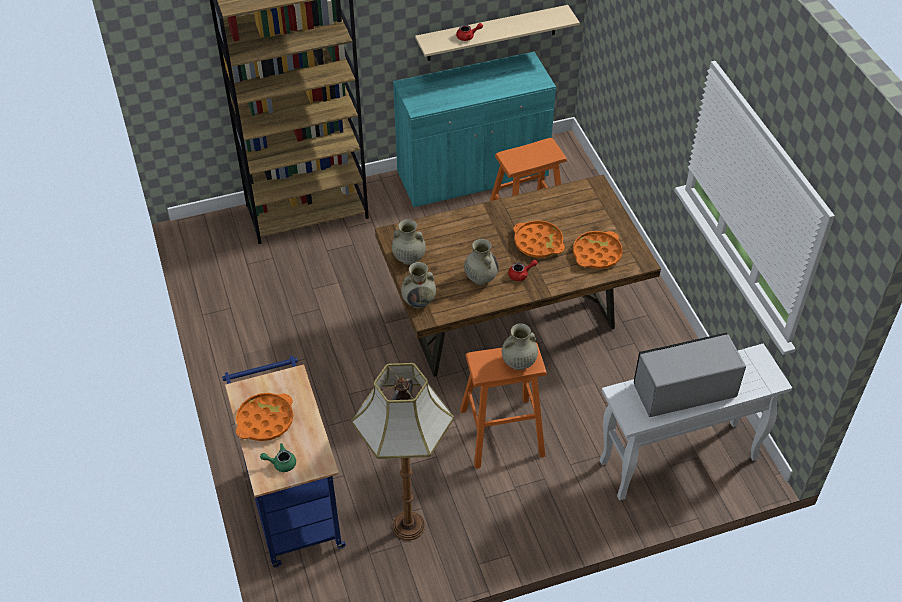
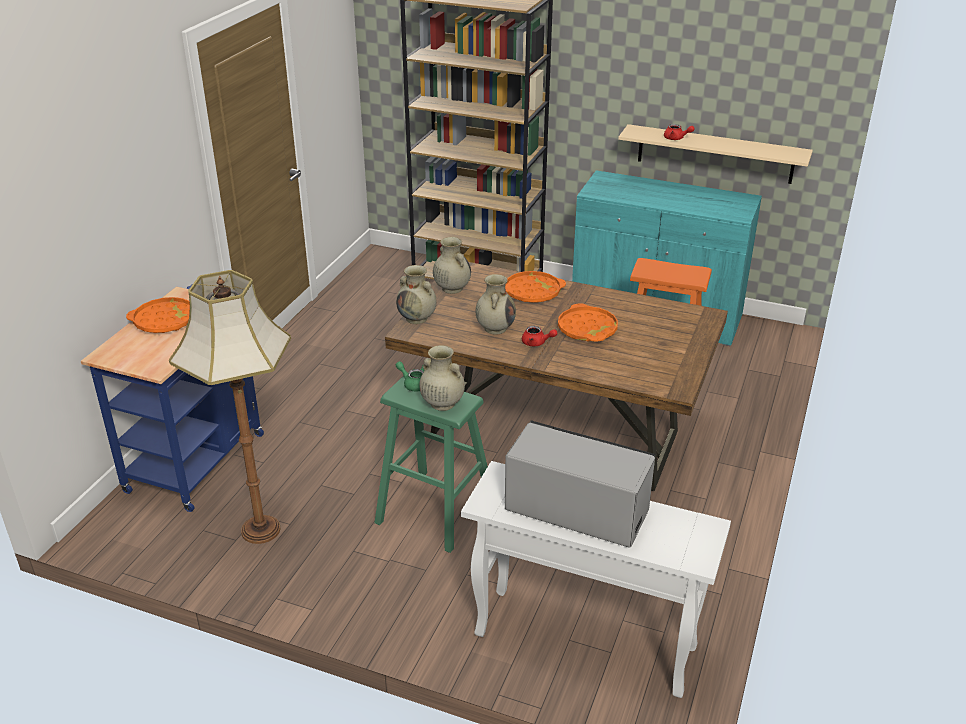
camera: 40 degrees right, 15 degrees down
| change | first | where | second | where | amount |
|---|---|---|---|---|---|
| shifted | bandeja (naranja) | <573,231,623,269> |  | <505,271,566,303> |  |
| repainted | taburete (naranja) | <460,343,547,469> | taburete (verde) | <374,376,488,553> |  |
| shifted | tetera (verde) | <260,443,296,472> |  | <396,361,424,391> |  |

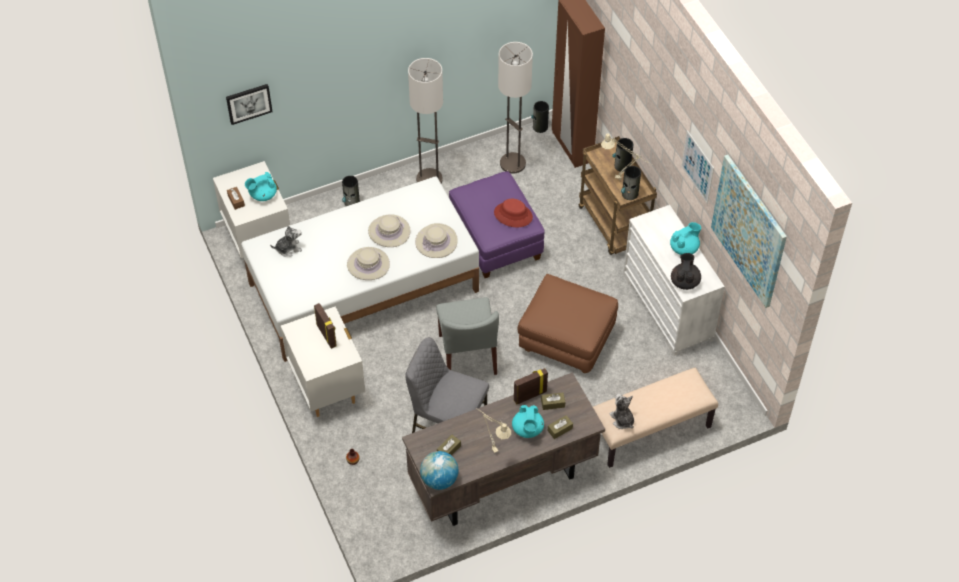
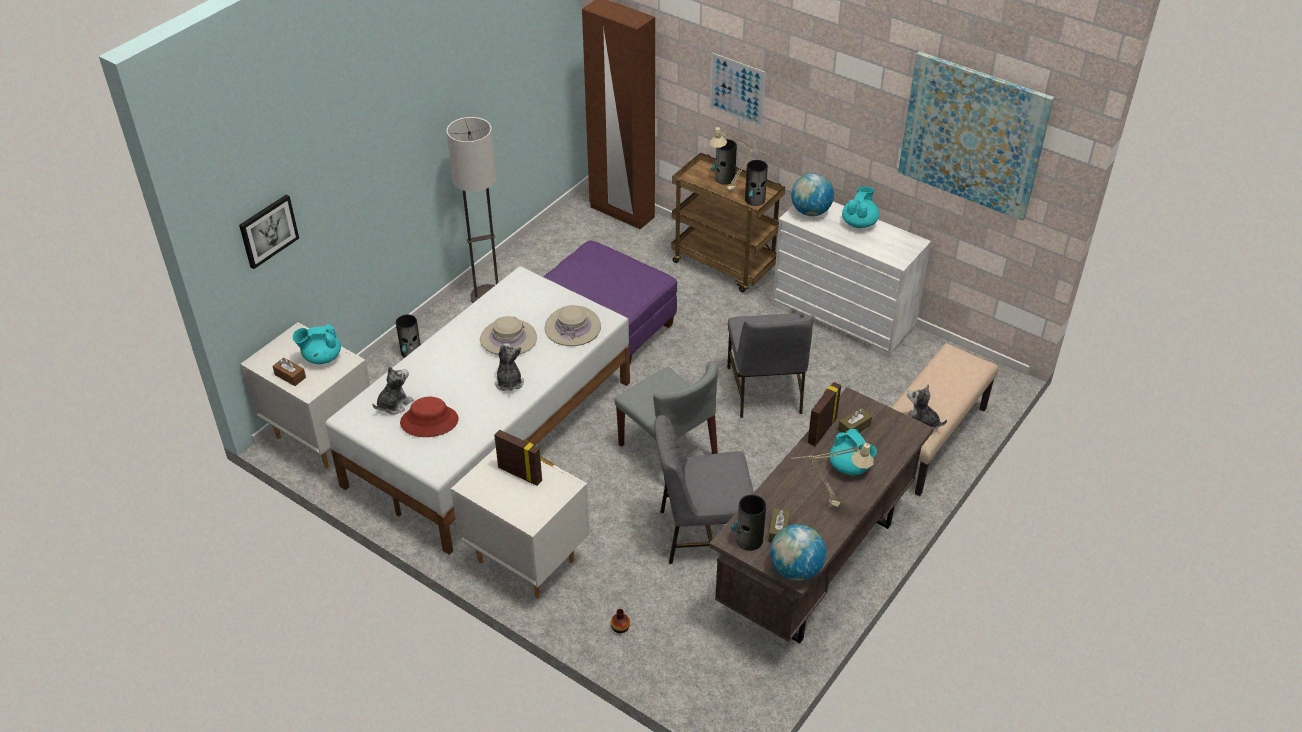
camera: 30 degrees left, 10 degrees down
| change | first | where | second | where | amount |
|---|---|---|---|---|---|
| gone | lámpara de pie | <498,42,533,173> |  |  |  |
| shifted | florero | <531,101,549,133> |  | <731,495,766,551> |  |
| shifted | cuadro | <681,130,714,204> |  | <709,52,766,128> |  |
| rotated | tetera (turquesa) | <245,172,277,201> |  | <292,324,341,364> | 45 degrees clockwise |
| shifted | sombrero (rojo) | <494,199,533,227> |  | <400,397,459,437> |  |
| swapped | sombrero (beis) | <347,247,390,280> | peluche | <495,343,524,391> |  |
| gone | tetera (negro) | <671,253,701,290> |  |  |  |
| swapped | puf (marrón) | <517,274,618,373> | silla (gris) | <727,314,814,418> |  |
| gone | caja de pañuelos (marrón) | <548,415,573,439> |  |  |  |
| new |  |  | globo terráqueo | <791,173,834,216> |  |

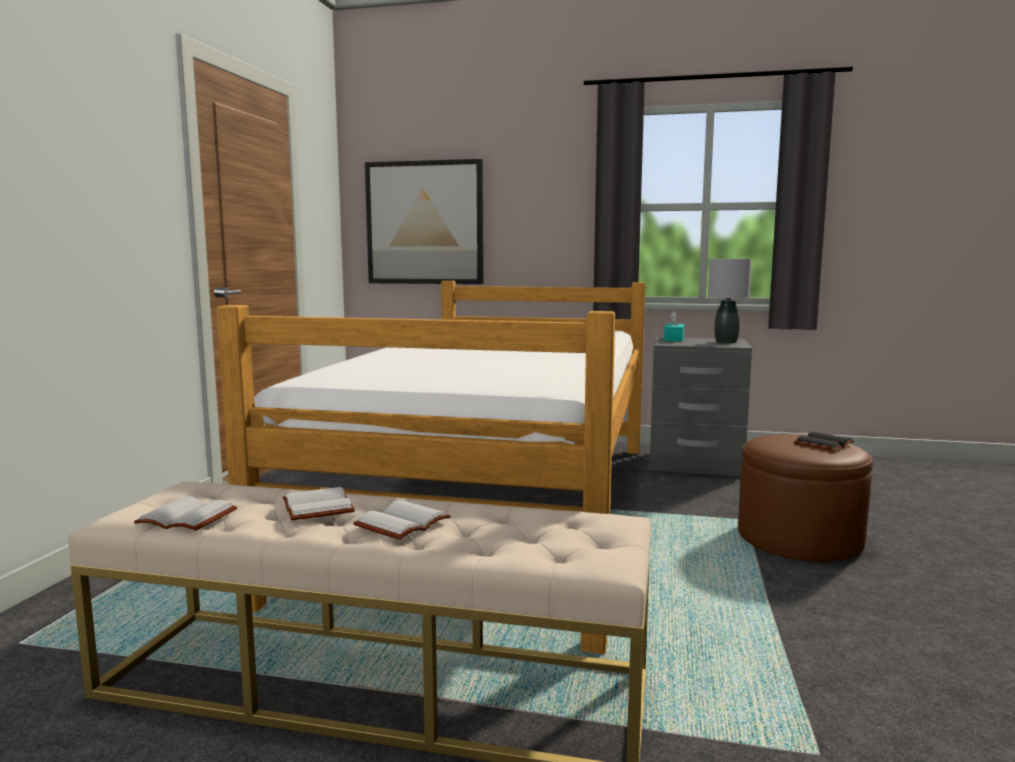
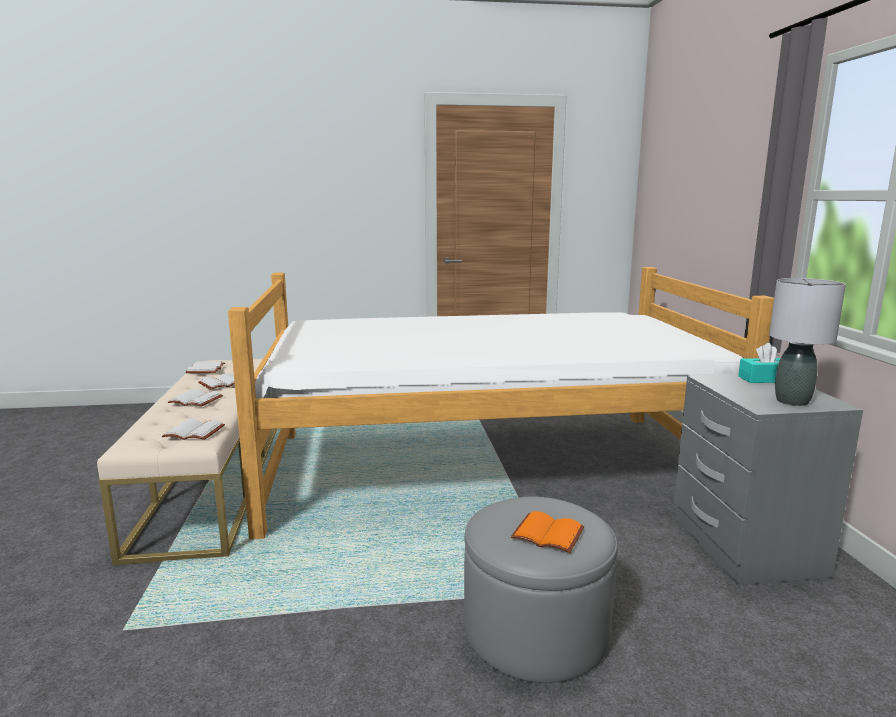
camera: 70 degrees right, 5 degrees up
| change | first | where | second | where | amount |
|---|---|---|---|---|---|
| gone | cuadro | <365,159,484,284> |  |  |  |
| repainted | libro (negro) | <794,432,854,451> | libro (naranja) | <511,511,585,553> |  |
| repainted | puf (marrón) | <738,434,873,562> | puf (gris) | <464,496,618,683> |  |
| new |  |  | libro (blanco) | <162,419,225,440> |  |

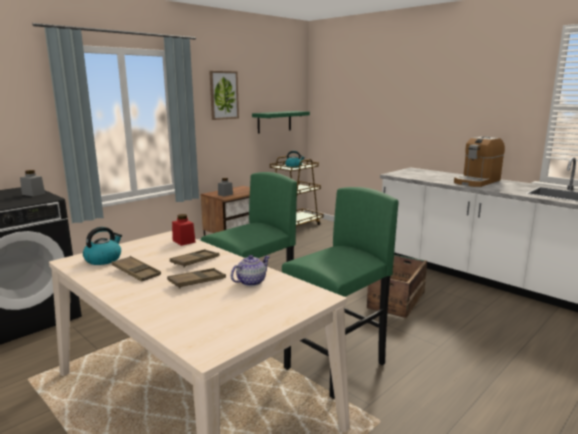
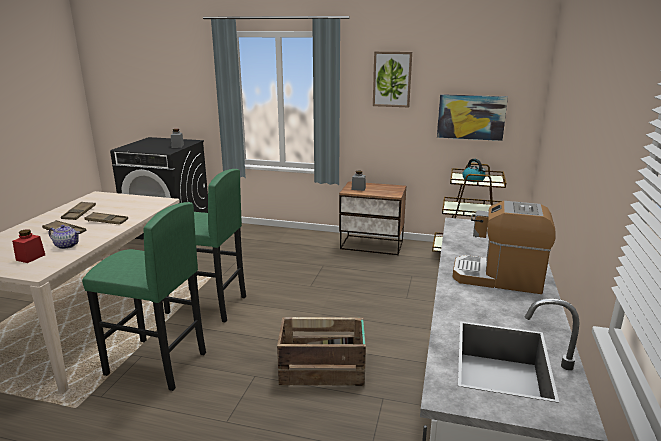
camera: 60 degrees right, 5 degrees up
| change | first | where | second | where | amount |
|---|---|---|---|---|---|
| swapped | estante (verde) | <252,111,310,134> | cuadro | <437,94,508,141> |  |
| shifted | tarro (rojo) | <172,214,196,246> |  | <12,229,45,263> |  |
| gone | hervidor | <83,227,122,265> |  |  |  |

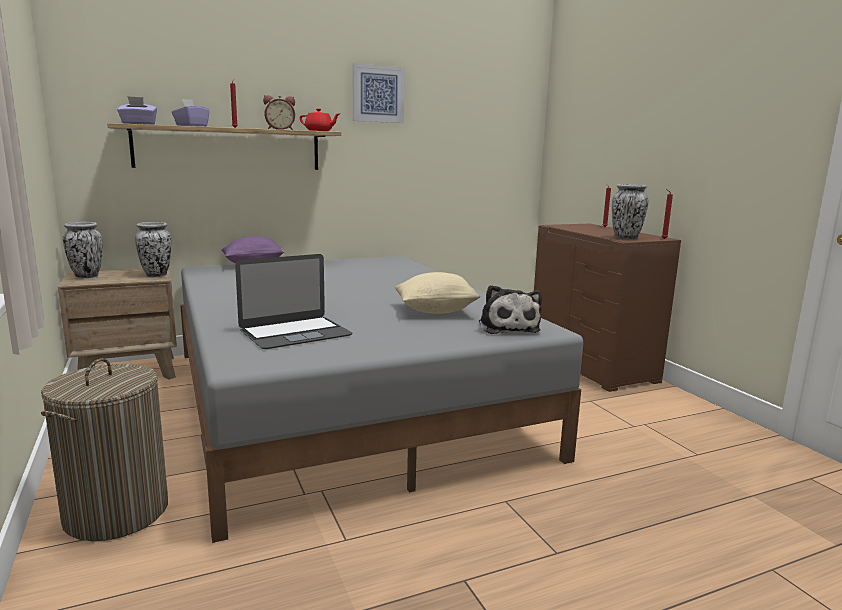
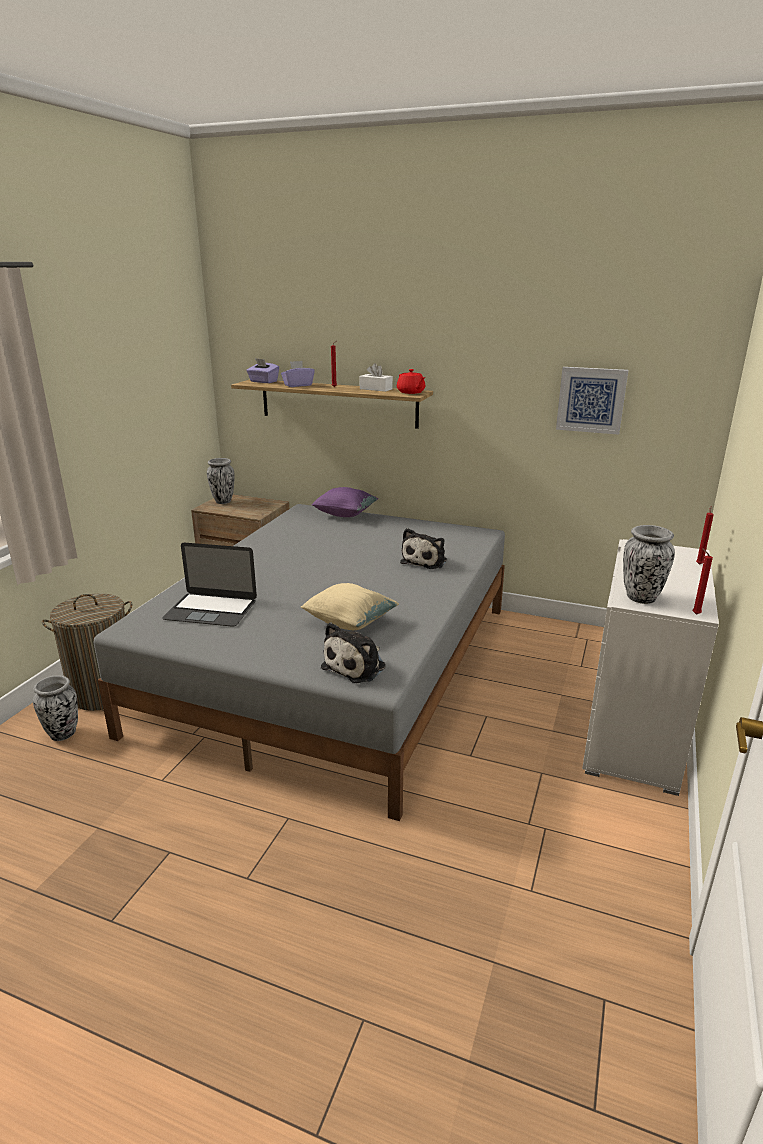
camera: 45 degrees right, 10 degrees up
| change | first | where | second | where | amount |
|---|---|---|---|---|---|
| shifted | cuadro | <353,63,405,123> |  | <556,367,628,435> |  |
| swapped | despertador | <263,95,295,130> | caja de pañuelos (blanco) | <360,363,393,392> |  |
| shifted | florero | <135,222,171,277> |  | <33,675,78,741> |  |
| repainted | cómoda (marrón) | <534,224,681,392> | cómoda (blanco) | <582,539,719,796> |  |
| new |  |  | peluche | <400,528,447,569> |  |

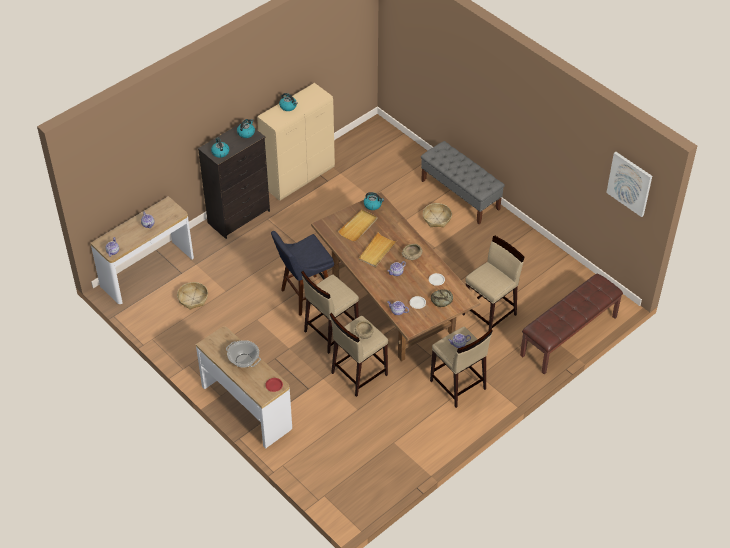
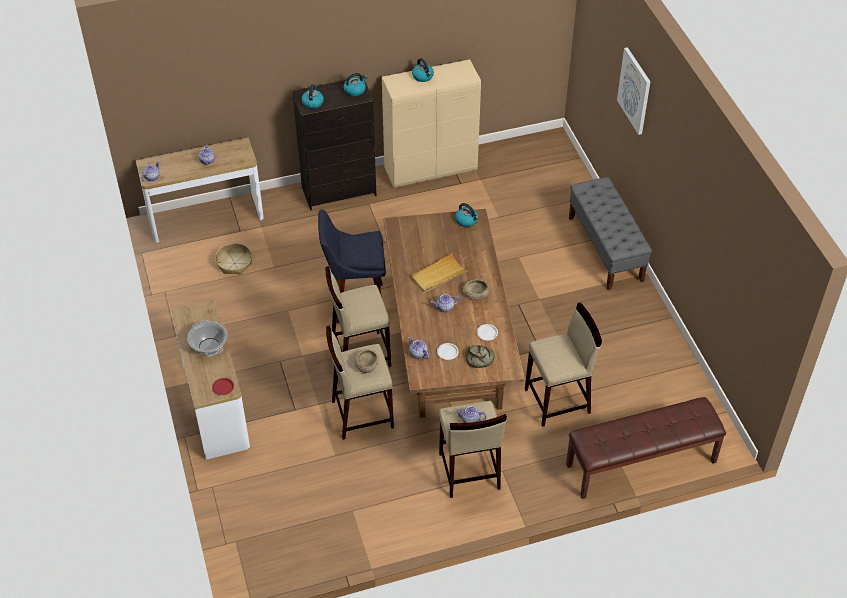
camera: 25 degrees right, 0 degrees up
| change | first | where | second | where | amount |
|---|---|---|---|---|---|
| shifted | cuadro | <606,152,652,217> |  | <617,47,650,135> |  |
| gone | cesta | <423,203,452,228> |  |  |  |
| gone | bandeja (beis) | <338,209,377,241> |  |  |  |

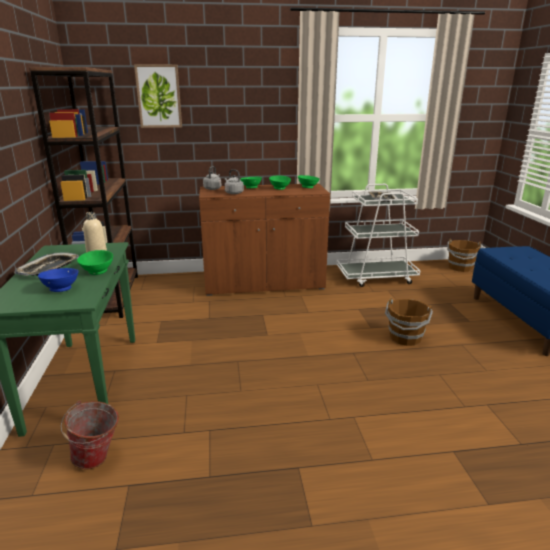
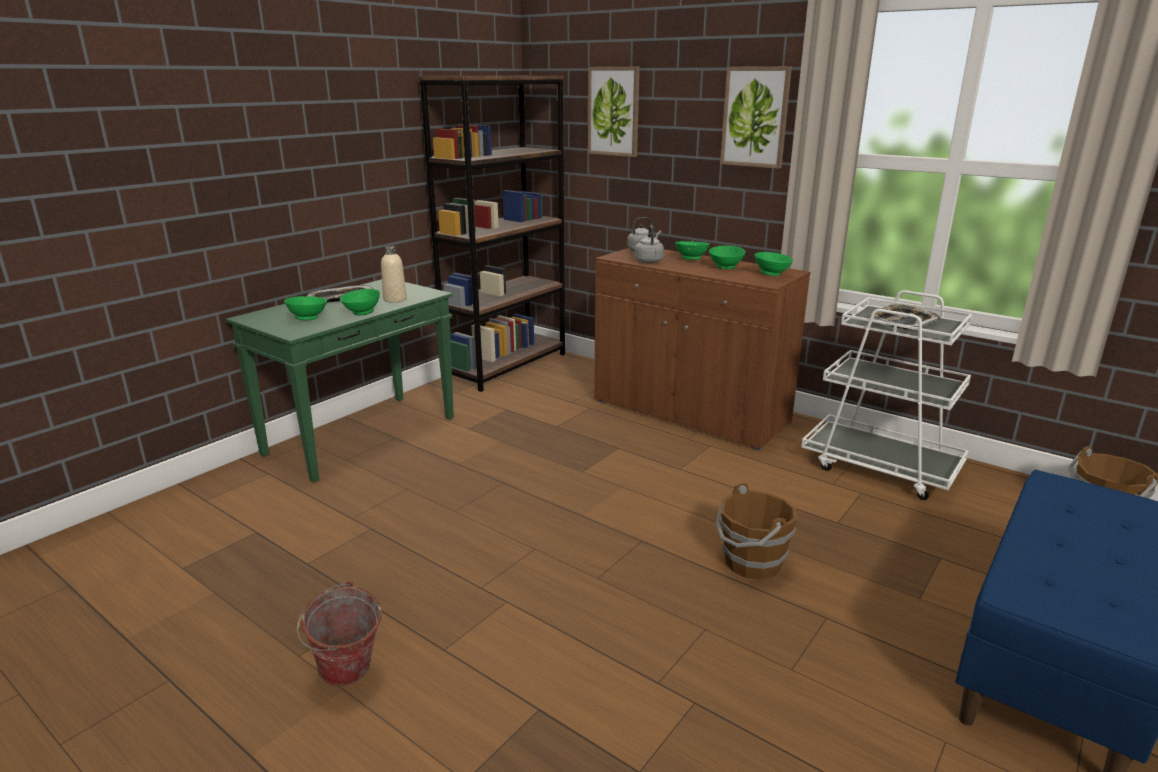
camera: 45 degrees right, 0 degrees up
| change | first | where | second | where | amount |
|---|---|---|---|---|---|
| repainted | cuenco (azul) | <38,268,79,292> | cuenco (verde) | <284,296,327,320> |  |
| shifted | cubo | <61,401,119,469> |  | <297,581,382,686> |  |
| new |  |  | cuadro | <720,66,792,169> |  |

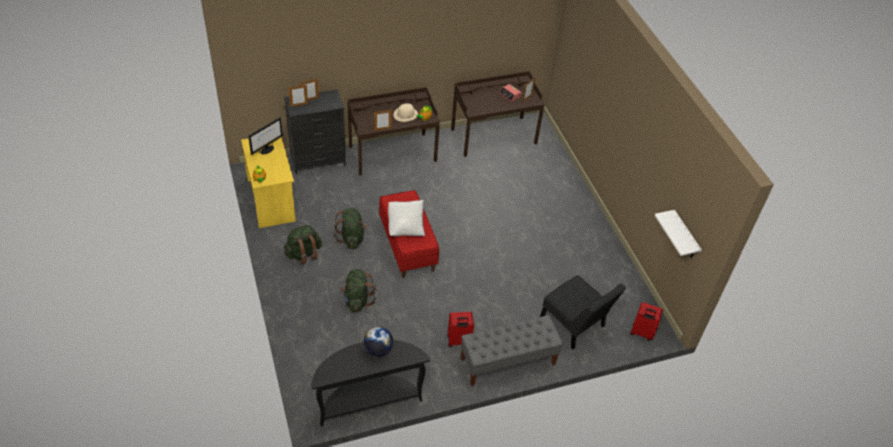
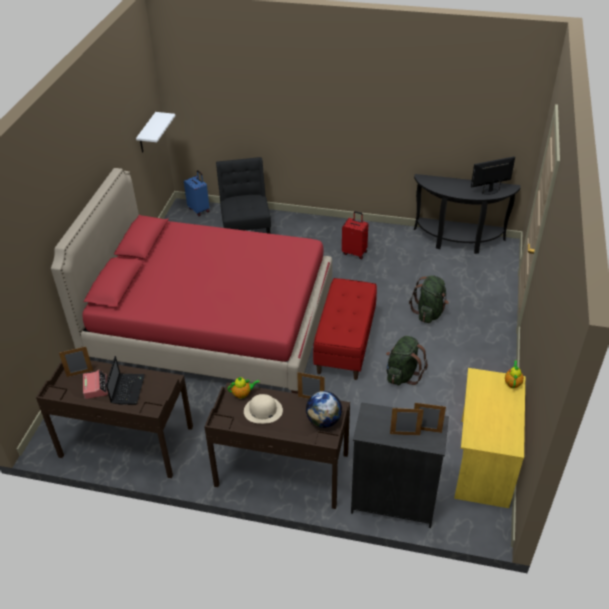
camera: 145 degrees left, 5 degrees down
| change | first | where | second | where | amount |
|---|---|---|---|---|---|
| shifted | monitor | <248,118,283,154> |  | <471,157,515,195> |  |
| gone | cojín (blanco) | <388,200,425,236> |  |  |  |
| gone | mochila (verde) | <284,225,322,265> |  |  |  |
| repainted | maleta (rojo) | <630,302,663,341> | maleta (azul) | <184,170,210,216> |  |
| gone | banco (gris) | <461,315,563,386> |  |  |  |
| shifted | globo terráqueo | <364,327,393,356> |  | <306,391,342,428> |  |
| new |  |  | cama (rojo) | <51,168,332,394> |  |
| new |  |  | portátil | <106,356,145,405> |  |

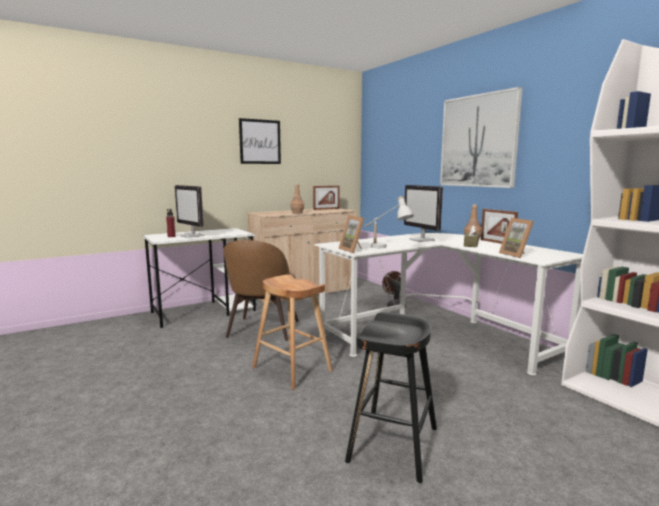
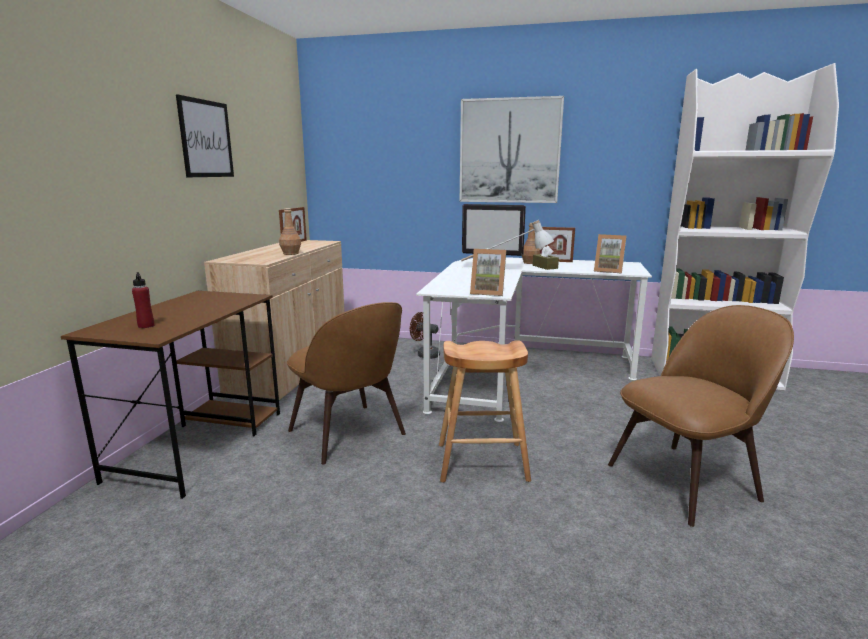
camera: 45 degrees left, 5 degrees up
| change | first | where | second | where | amount |
|---|---|---|---|---|---|
| gone | monitor | <175,185,204,238> |  |  |  |
| repainted | escritorio (blanco) | <143,228,256,328> | escritorio (marrón) | <61,291,280,499> |  |
| swapped | taburete (negro) | <345,312,437,483> | silla (marrón) | <608,305,794,527> |  |

